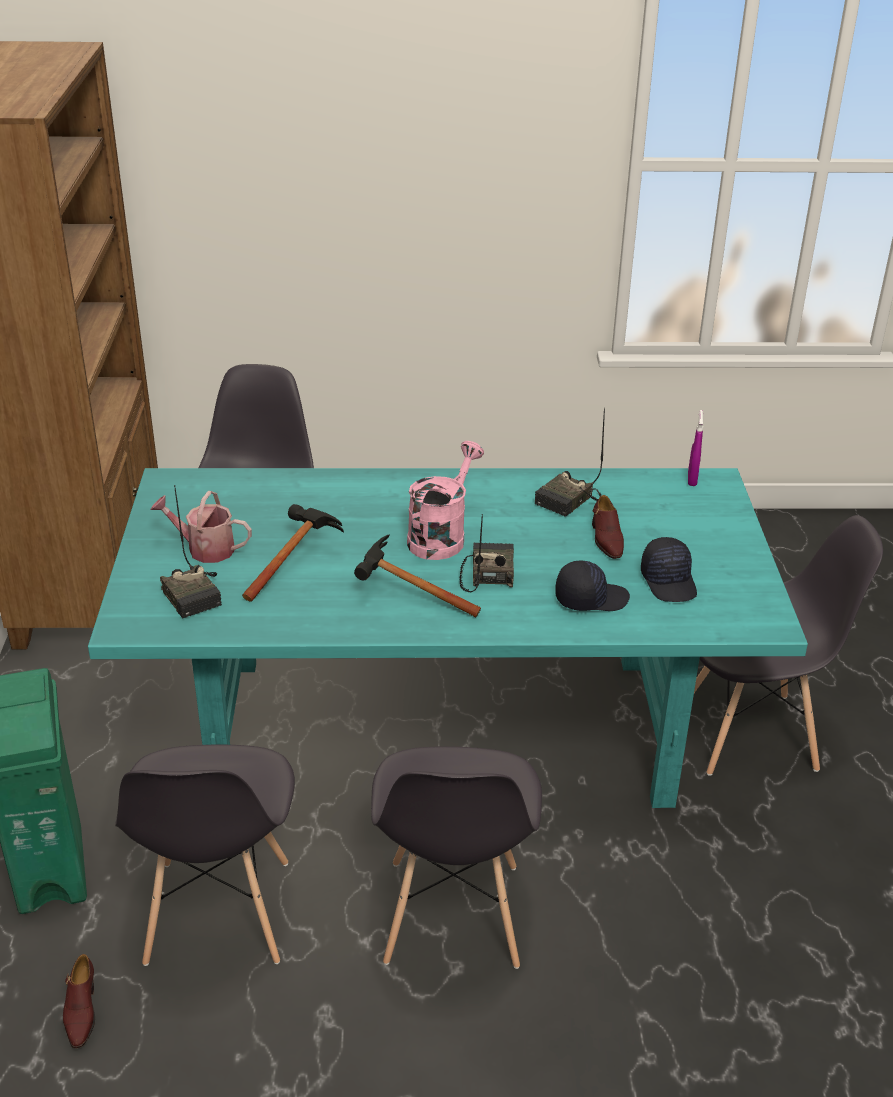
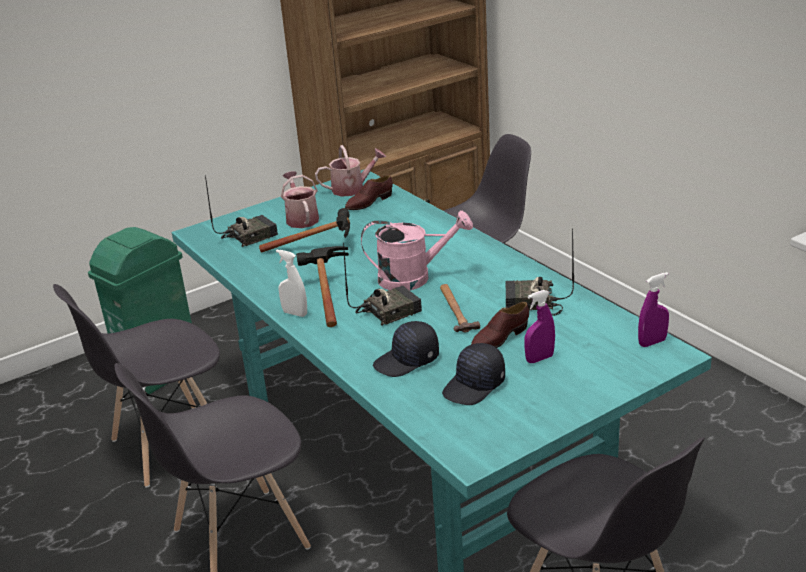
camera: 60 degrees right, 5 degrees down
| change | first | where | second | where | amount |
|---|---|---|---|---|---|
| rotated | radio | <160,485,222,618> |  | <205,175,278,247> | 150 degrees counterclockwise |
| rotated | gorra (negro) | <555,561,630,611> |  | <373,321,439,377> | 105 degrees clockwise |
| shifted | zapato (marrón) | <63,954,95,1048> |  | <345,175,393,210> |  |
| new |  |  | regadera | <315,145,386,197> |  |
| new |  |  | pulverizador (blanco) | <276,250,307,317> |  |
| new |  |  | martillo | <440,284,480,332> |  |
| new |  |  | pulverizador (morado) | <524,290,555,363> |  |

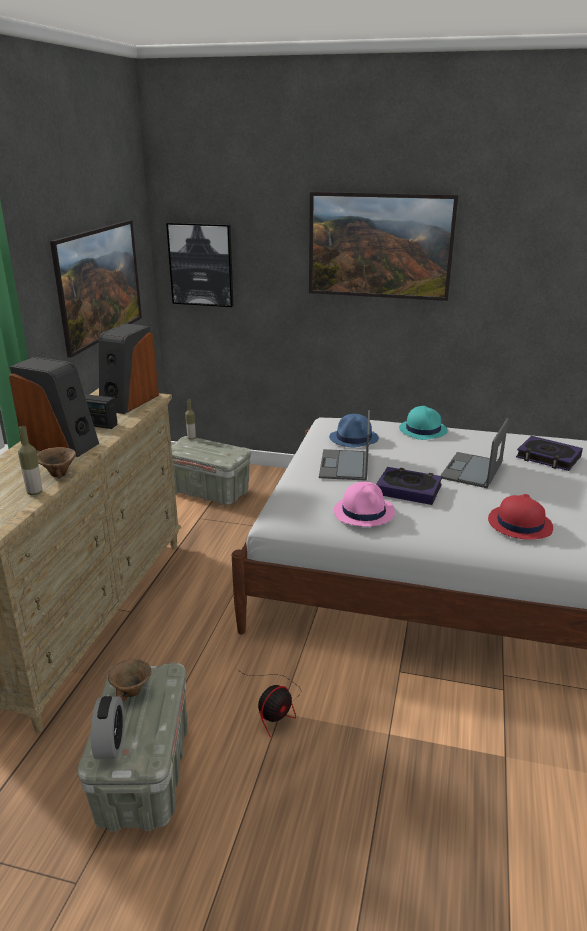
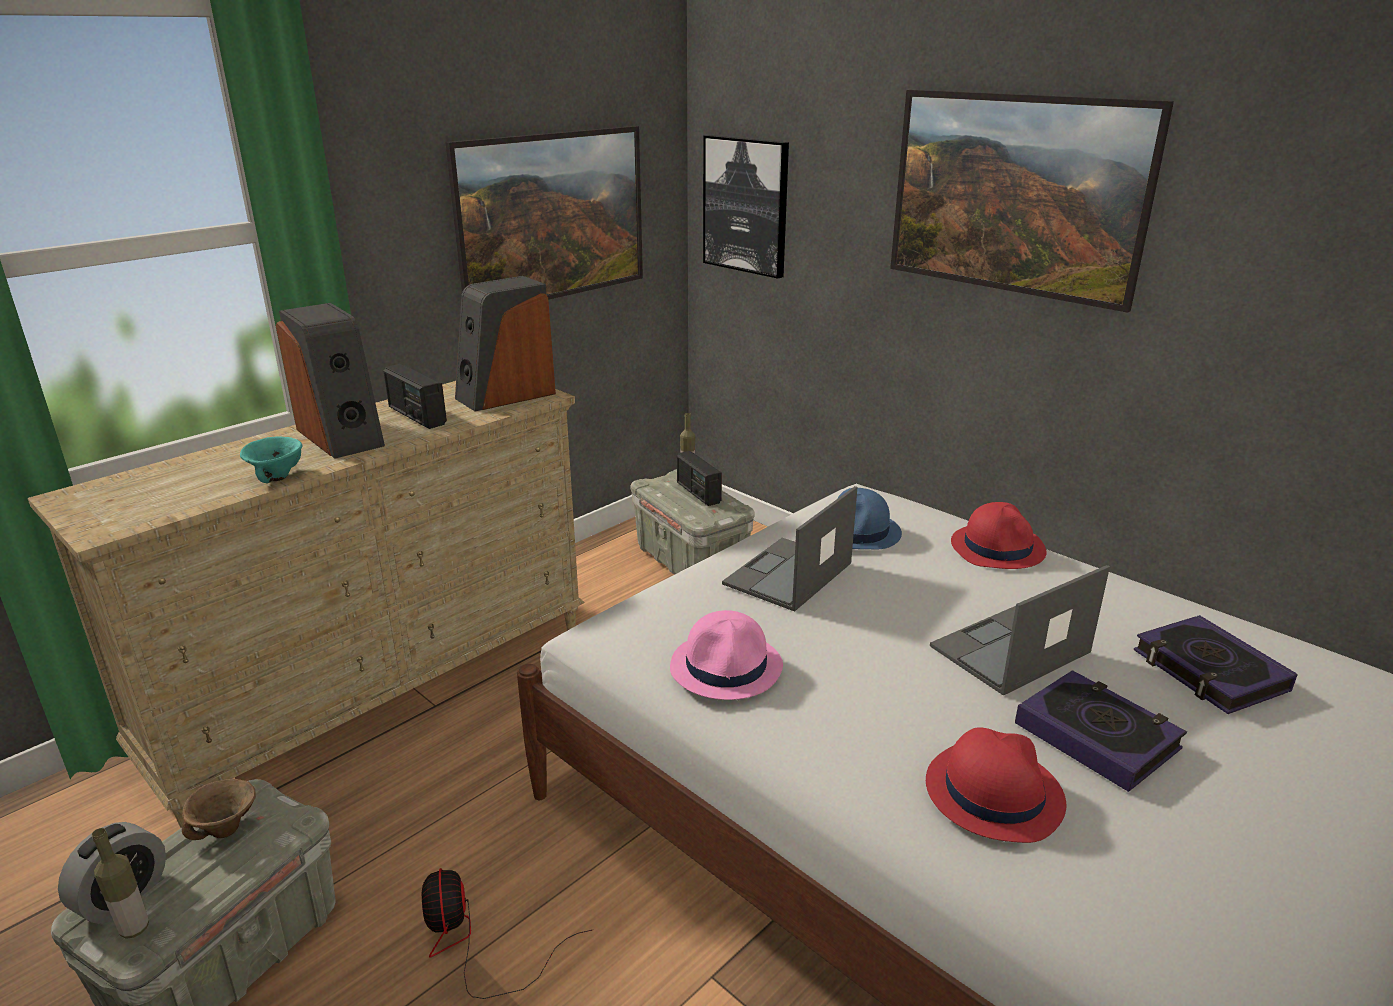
camera: 30 degrees right, 0 degrees up
| change | first | where | second | where | amount |
|---|---|---|---|---|---|
| repainted | sombrero (turquesa) | <399,406,448,440> | sombrero (rojo) | <951,502,1047,569> |  |
| shifted | botella | <18,426,42,495> |  | <92,828,149,939> |  |
| repainted | cuenco (marrón) | <37,447,76,479> | cuenco (turquesa) | <240,436,303,483> |  |
| shifted | libro | <376,467,443,505> |  | <1015,670,1187,792> |  |
| rotated | ventilador | <237,669,301,737> |  | <422,868,592,999> | 90 degrees clockwise |
| new |  |  | radio | <677,451,722,506> |  |

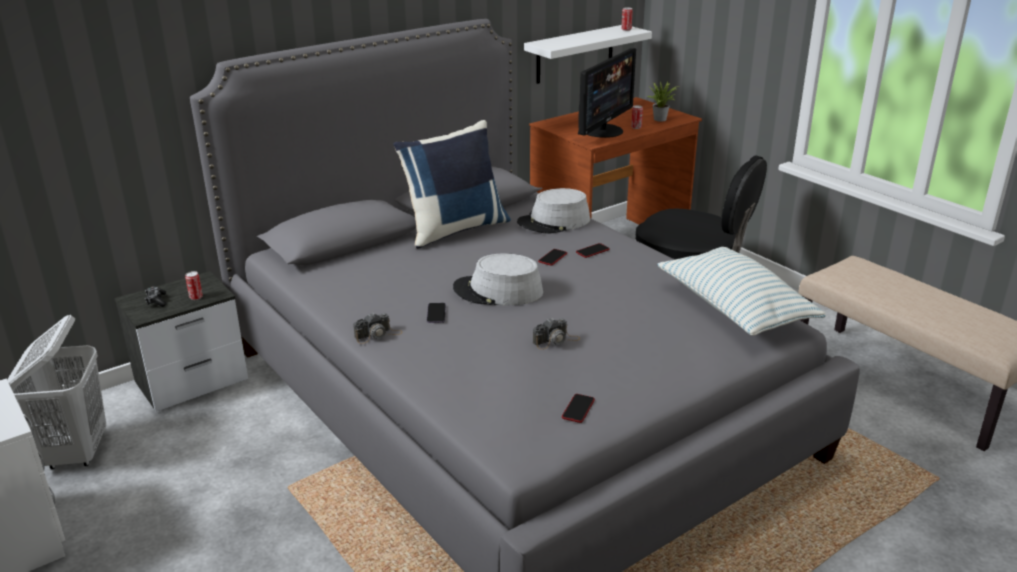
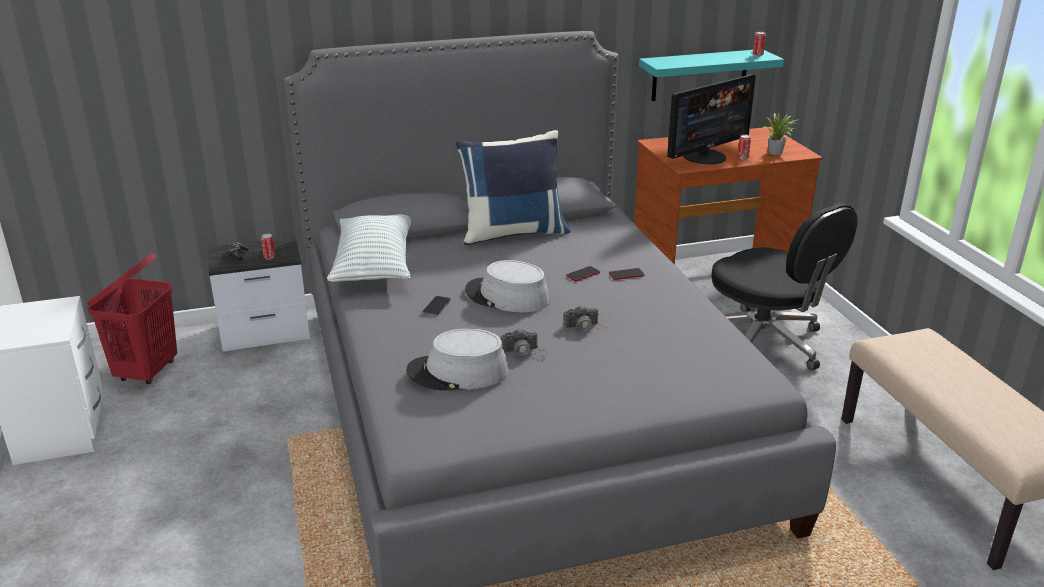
camera: 20 degrees right, 0 degrees up
| change | first | where | second | where | amount |
|---|---|---|---|---|---|
| repainted | estante (blanco) | <524,25,652,84> | estante (turquesa) | <639,50,784,101> |  |
| shifted | sombrero (gris) | <517,188,590,234> |  | <406,328,508,391> |  |
| shifted | cojín | <657,247,826,336> |  | <327,214,412,282> |  |
| shifted | cámara | <353,313,403,344> |  | <563,305,608,332> |  |
| repainted | cesto de la ropa (blanco) | <7,315,106,469> | cesto de la ropa (rojo) | <87,254,177,384> |  |
| gone | móvil | <562,394,595,423> |  |  |  |

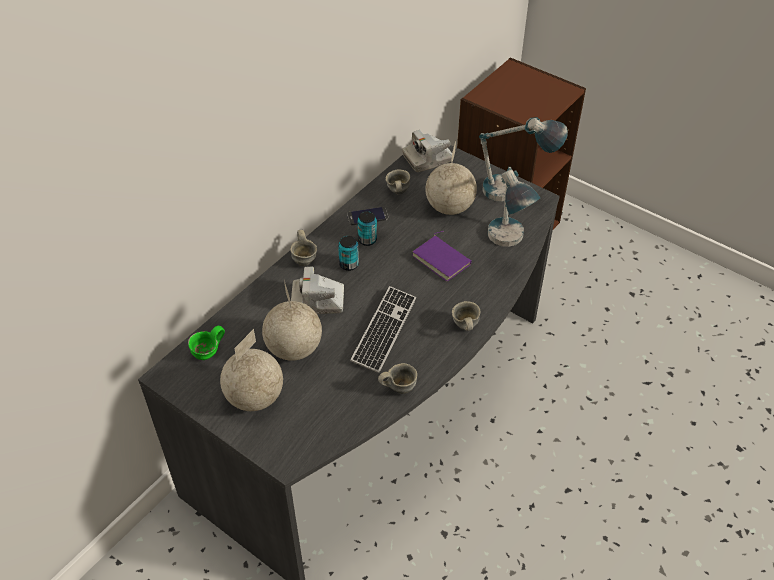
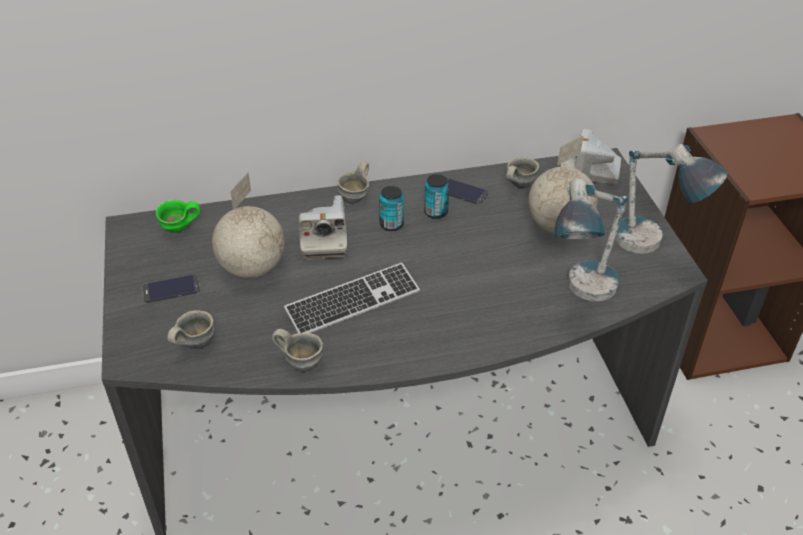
camera: 40 degrees right, 5 degrees down
| change | first | where | second | where | amount |
|---|---|---|---|---|---|
| gone | libro (morado) | <412,231,472,281> |  |  |  |
| rotated | cámara | <291,267,344,314> |  | <299,195,348,260> | 135 degrees counterclockwise |
| shifted | taza grande (gris) | <452,301,480,331> |  | <167,310,214,349> |  |
| swapped | globo terráqueo | <220,329,283,411> | móvil | <142,274,200,303> |  |

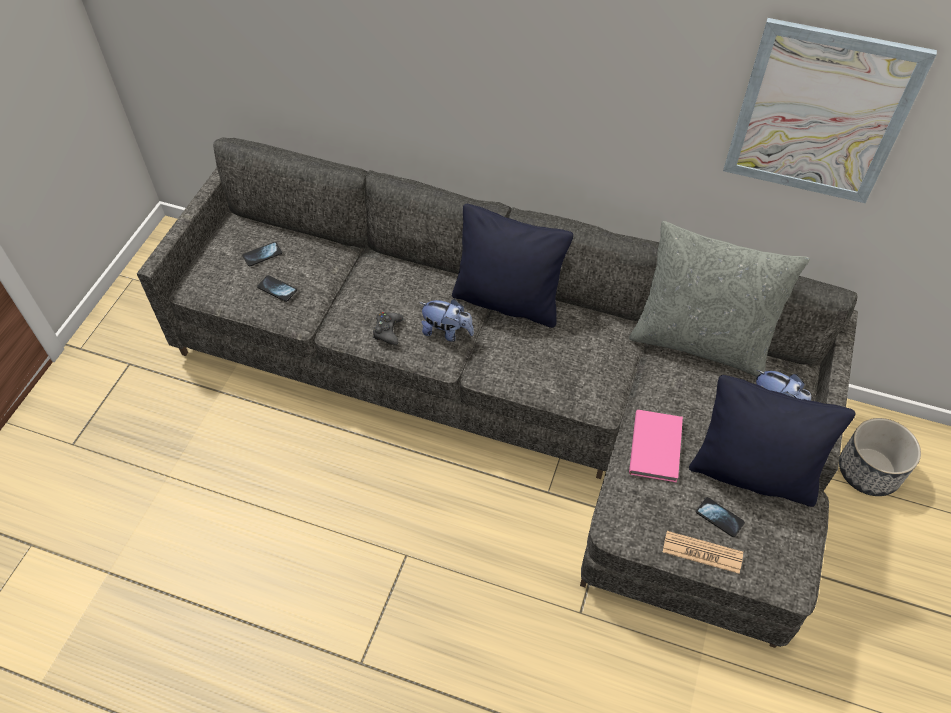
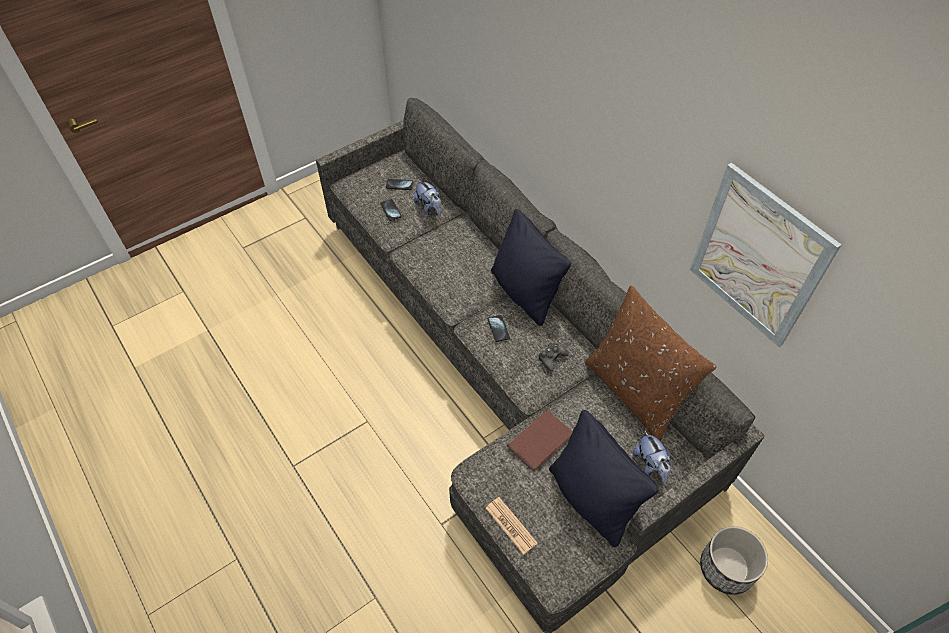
camera: 35 degrees right, 0 degrees up
| change | first | where | second | where | amount |
|---|---|---|---|---|---|
| repainted | cojín (gris) | <629,221,810,377> | cojín (marrón) | <585,285,717,442> |  |
| shifted | peluche | <419,299,474,342> |  | <414,180,441,216> |  |
| shifted | mando de consola (negro) | <373,312,404,345> |  | <539,343,569,372> |  |
| repainted | libro (rosa) | <629,410,683,483> | libro (marrón) | <507,410,572,472> |  |
| shifted | móvil | <696,497,745,537> |  | <488,315,510,342> |  |

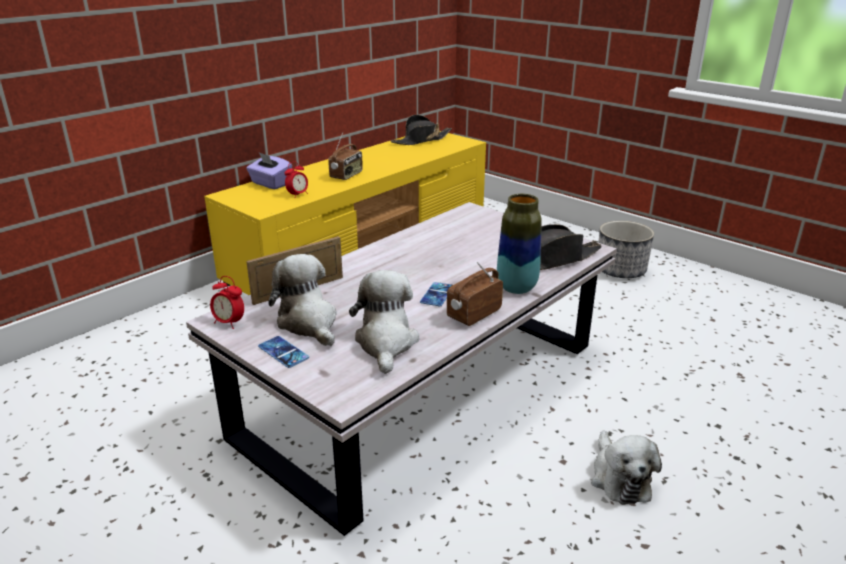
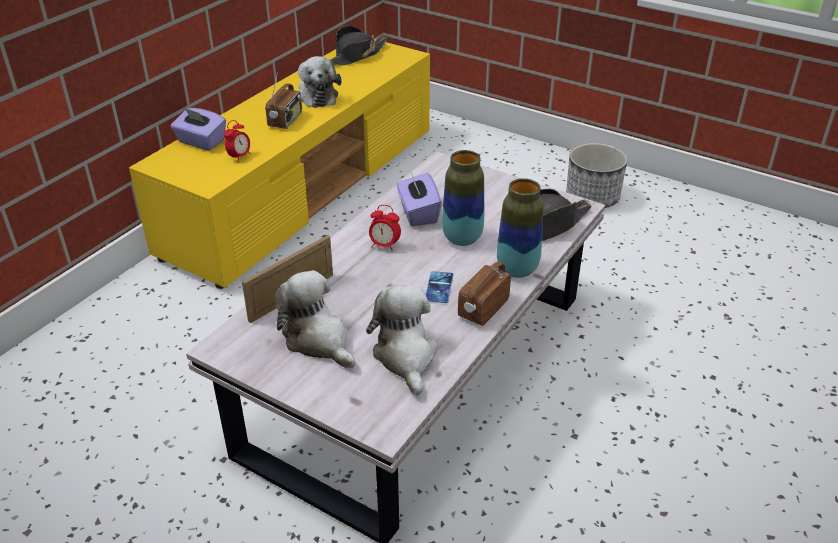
camera: 10 degrees left, 10 degrees up
| change | first | where | second | where | amount |
|---|---|---|---|---|---|
| shifted | despertador | <210,276,244,329> |  | <369,205,401,252> |  |
| gone | móvil | <258,336,309,368> |  |  |  |
| shifted | peluche | <591,431,662,505> |  | <298,56,342,108> |  |
| new |  |  | florero | <442,150,484,246> |  |
| new |  |  | caja de pañuelos (morado) | <397,172,442,226> |  |

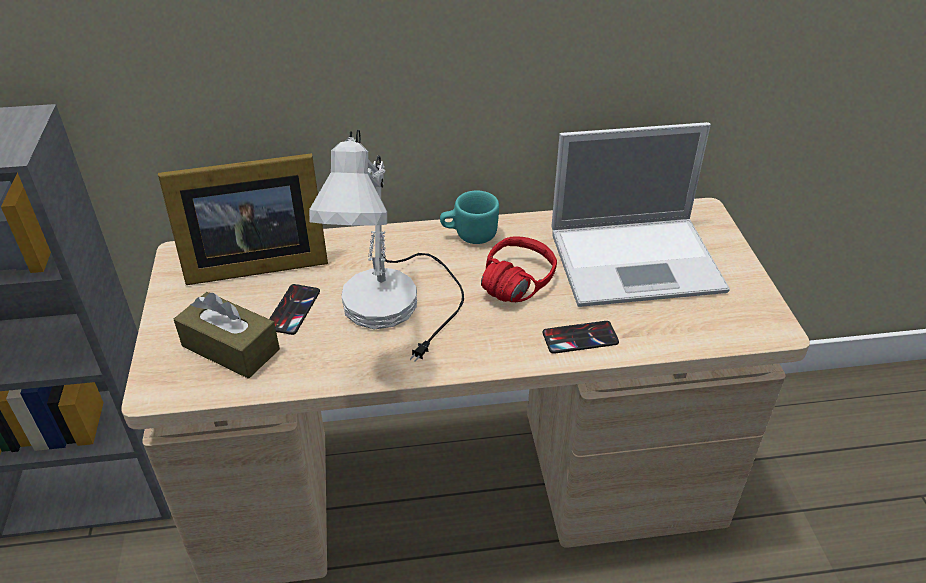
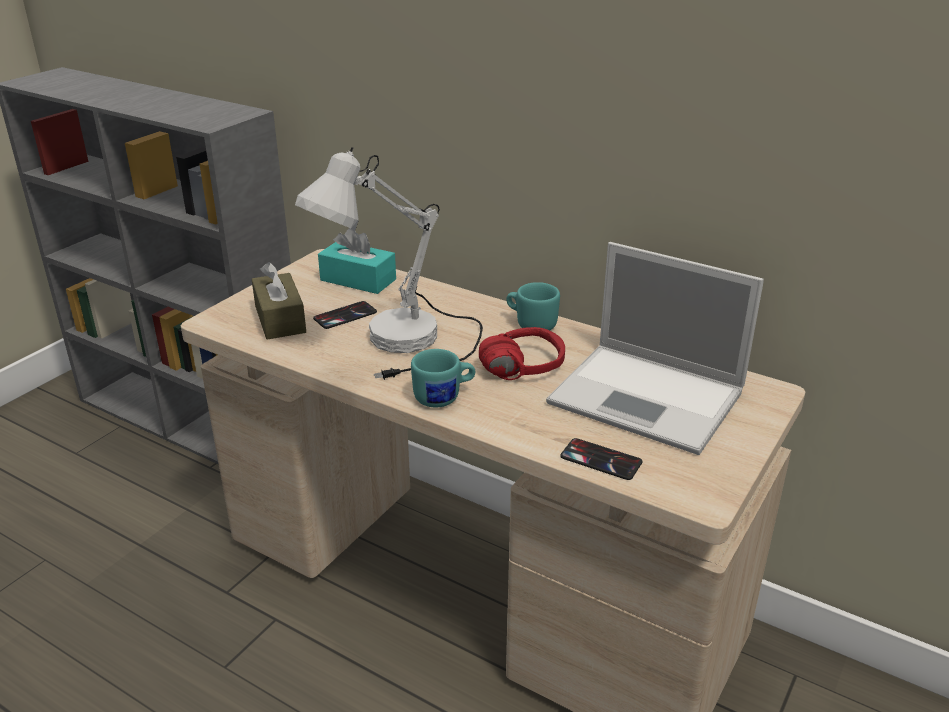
camera: 40 degrees right, 10 degrees down
| change | first | where | second | where | amount |
|---|---|---|---|---|---|
| swapped | portarretratos | <158,153,328,285> | caja de pañuelos (turquesa) | <318,228,396,294> |  |
| shifted | móvil | <542,321,619,354> |  | <560,438,642,480> |  |
| new |  |  | taza grande (turquesa) | <411,349,475,407> |  |

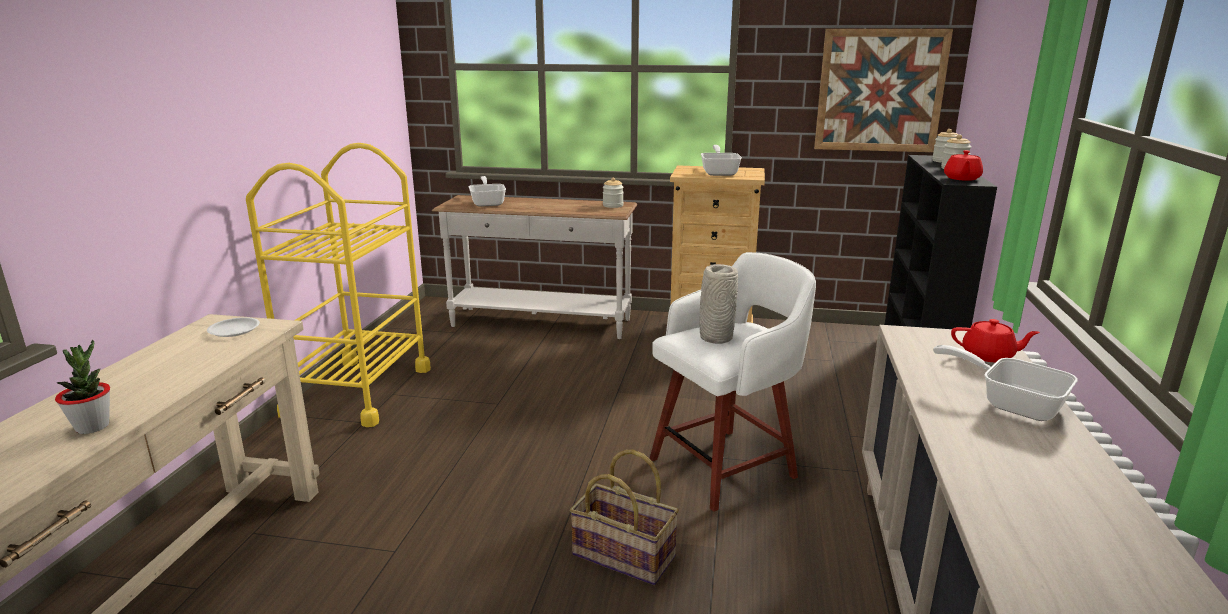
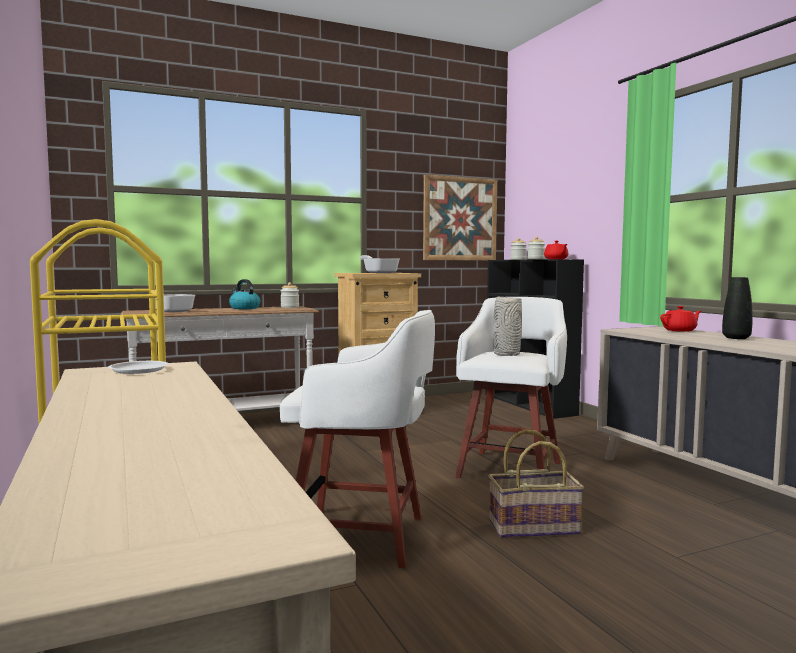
camera: 35 degrees left, 15 degrees down
| change | first | where | second | where | amount |
|---|---|---|---|---|---|
| gone | planta en maceta | <55,340,110,434> |  |  |  |
| swapped | sartén | <933,345,1078,421> | florero (negro) | <722,277,753,339> |  |
| new |  |  | hervidor | <229,279,261,309> |  |
| new |  |  | taburete (blanco) | <280,310,435,568> |  |

